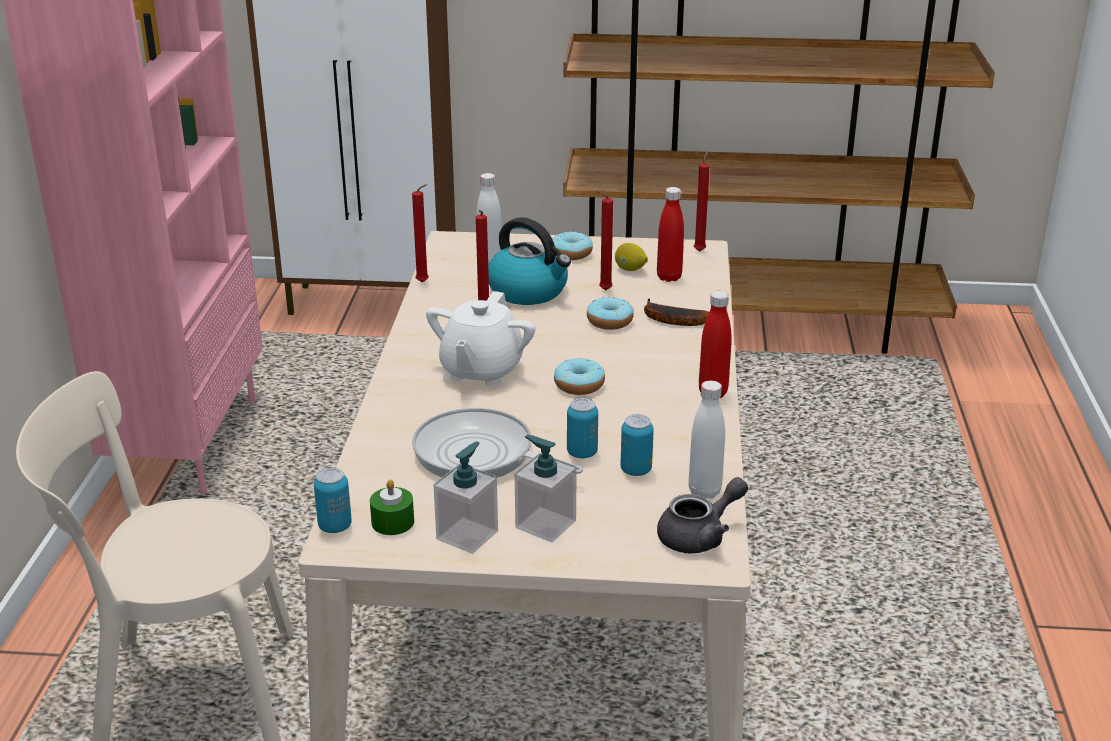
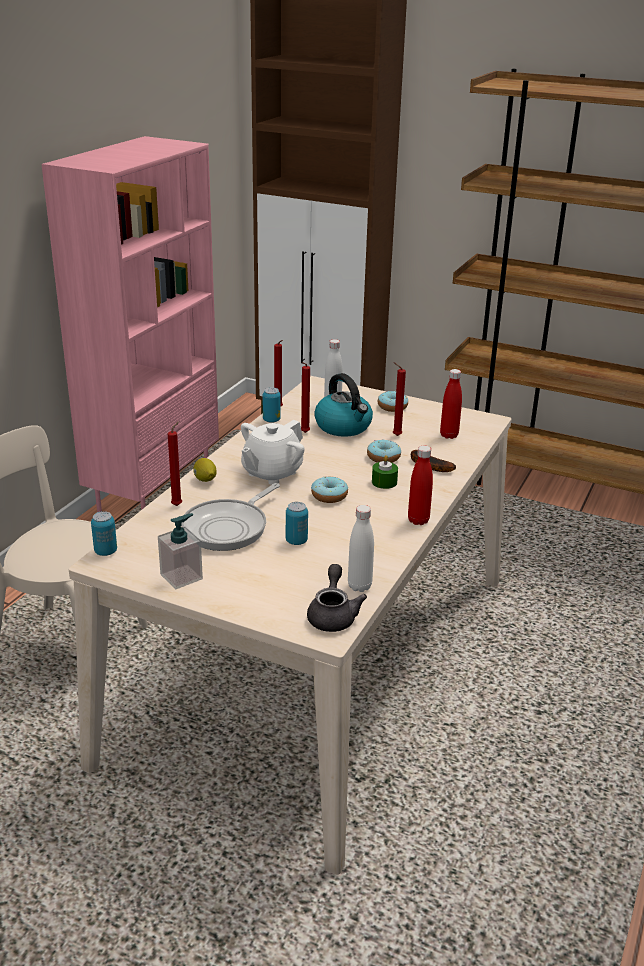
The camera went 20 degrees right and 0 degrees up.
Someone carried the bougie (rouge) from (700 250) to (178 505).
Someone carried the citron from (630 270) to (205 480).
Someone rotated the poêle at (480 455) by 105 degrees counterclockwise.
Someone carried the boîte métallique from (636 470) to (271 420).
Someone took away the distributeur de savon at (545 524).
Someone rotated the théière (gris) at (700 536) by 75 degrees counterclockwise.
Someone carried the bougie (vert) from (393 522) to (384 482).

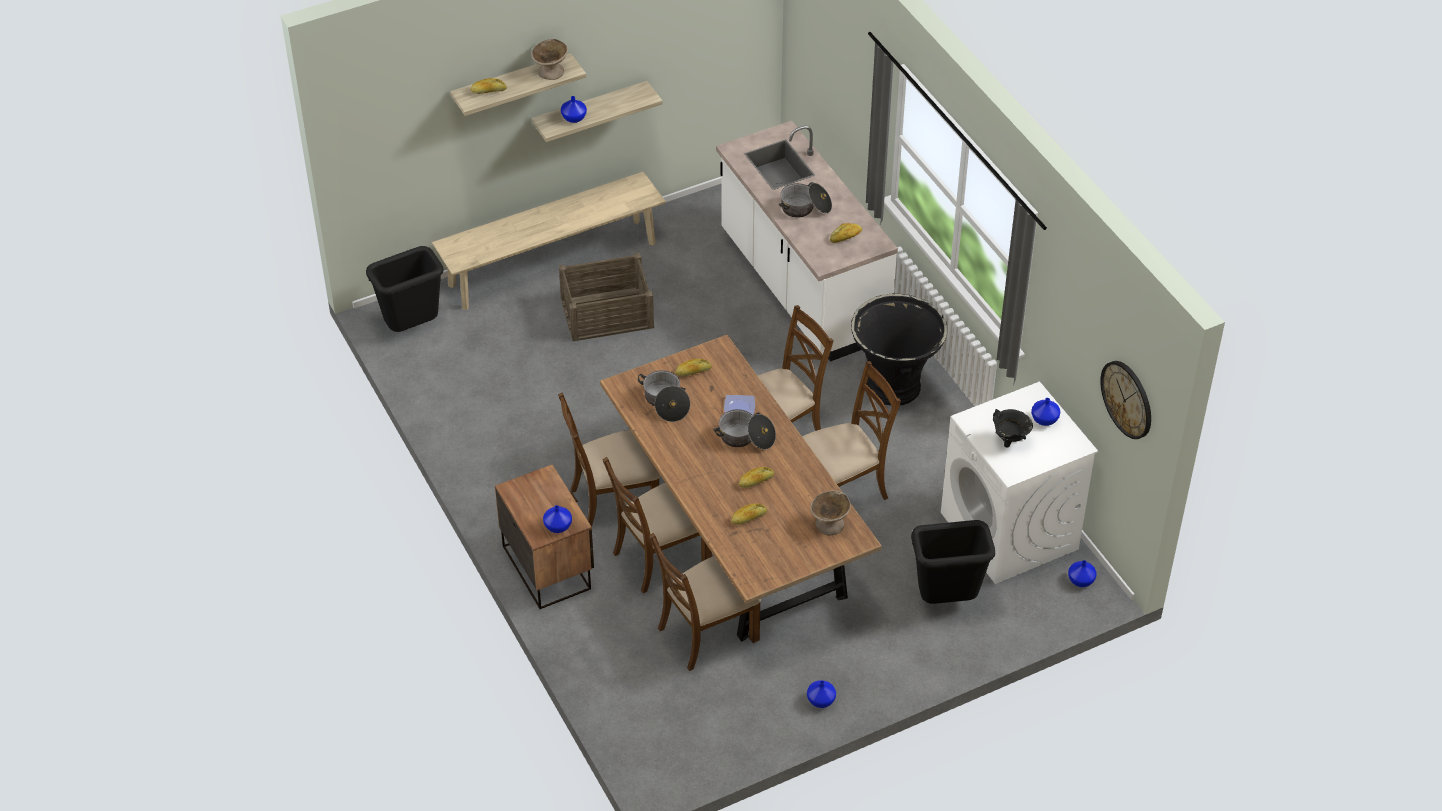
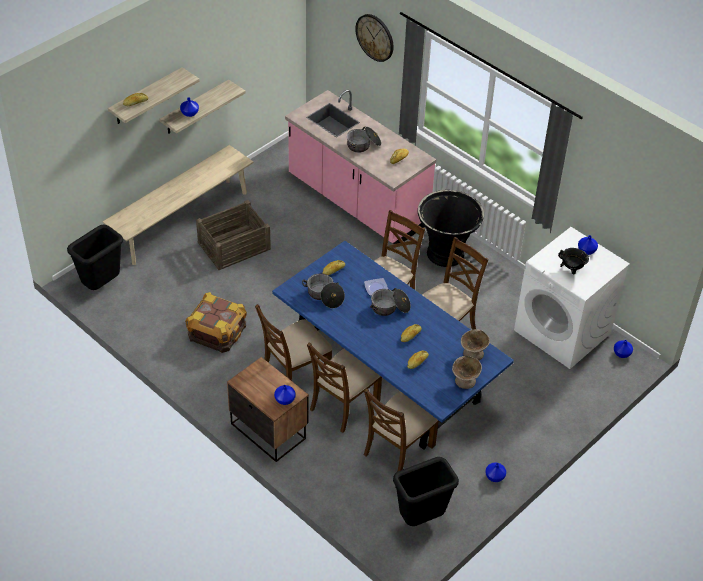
The camera went 20 degrees left and 0 degrees up.
Someone carried the bol (beige) from (551 72) to (465 381).
Someone repainted the comptoir de cuisine (blanc) at (801 287), which became the comptoir de cuisine (rose) at (356 202).
Someone repainted the table à manger (marron) at (735 533), which became the table à manger (bleu) at (386 376).
Someone carried the horloge murale from (1127 399) to (375 37).
Someone carried the poubelle (noir) from (946 600) to (421 519).
Someone put down the caisse at (217 332).

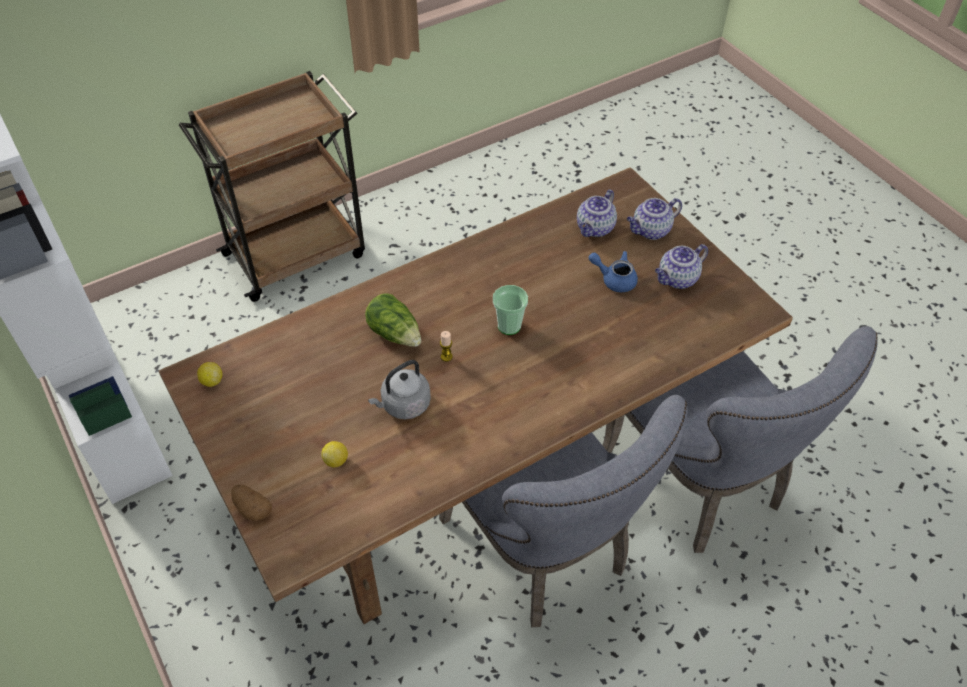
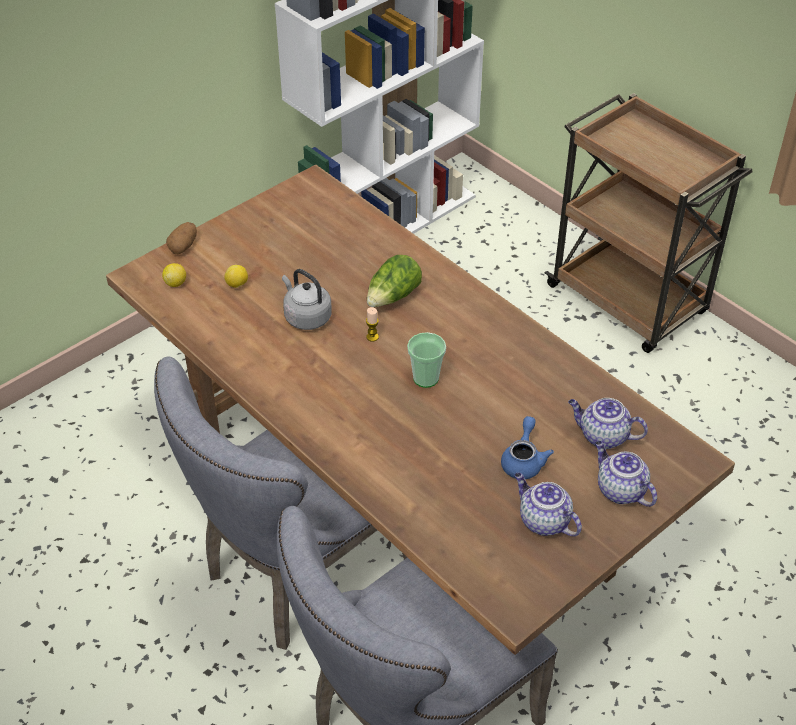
The camera went 80 degrees right and 5 degrees down.
Someone carried the citron from (212 381) to (176 283).

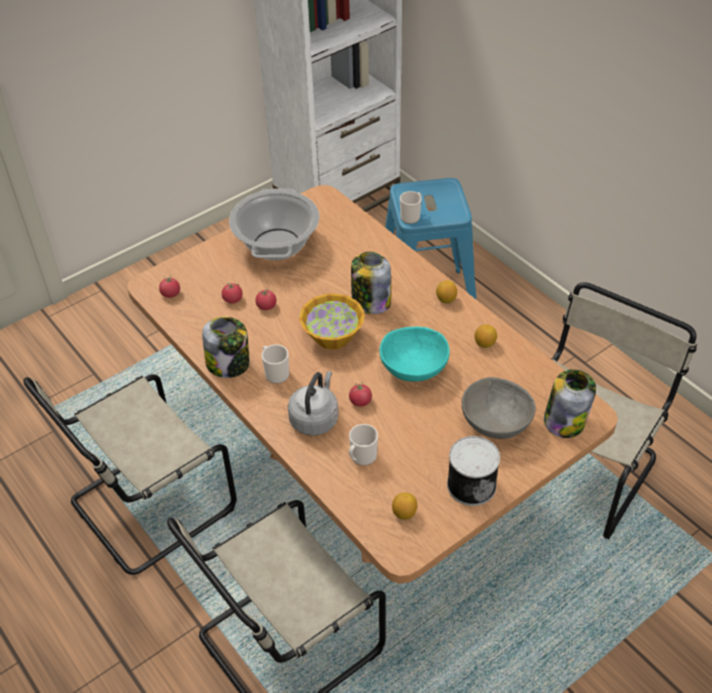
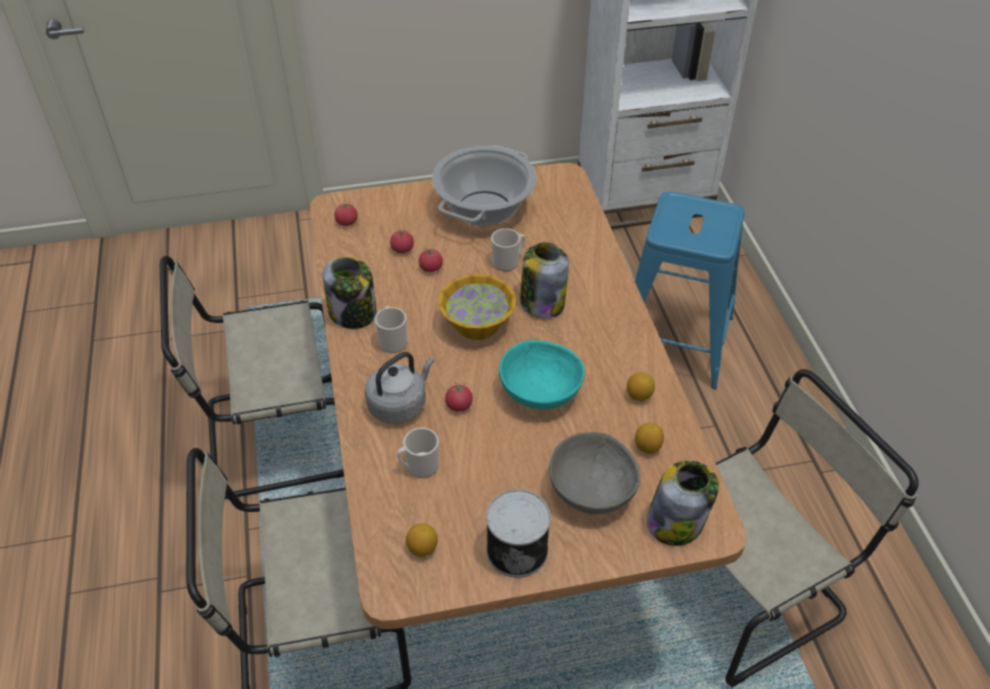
The camera went 25 degrees right and 0 degrees up.
Someone carried the mug from (411 216) to (508 262).
Someone carried the citron from (446 299) to (647 447).

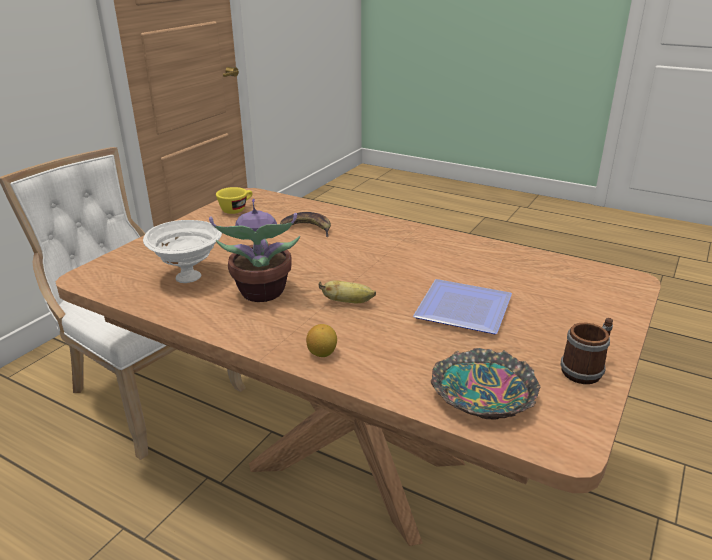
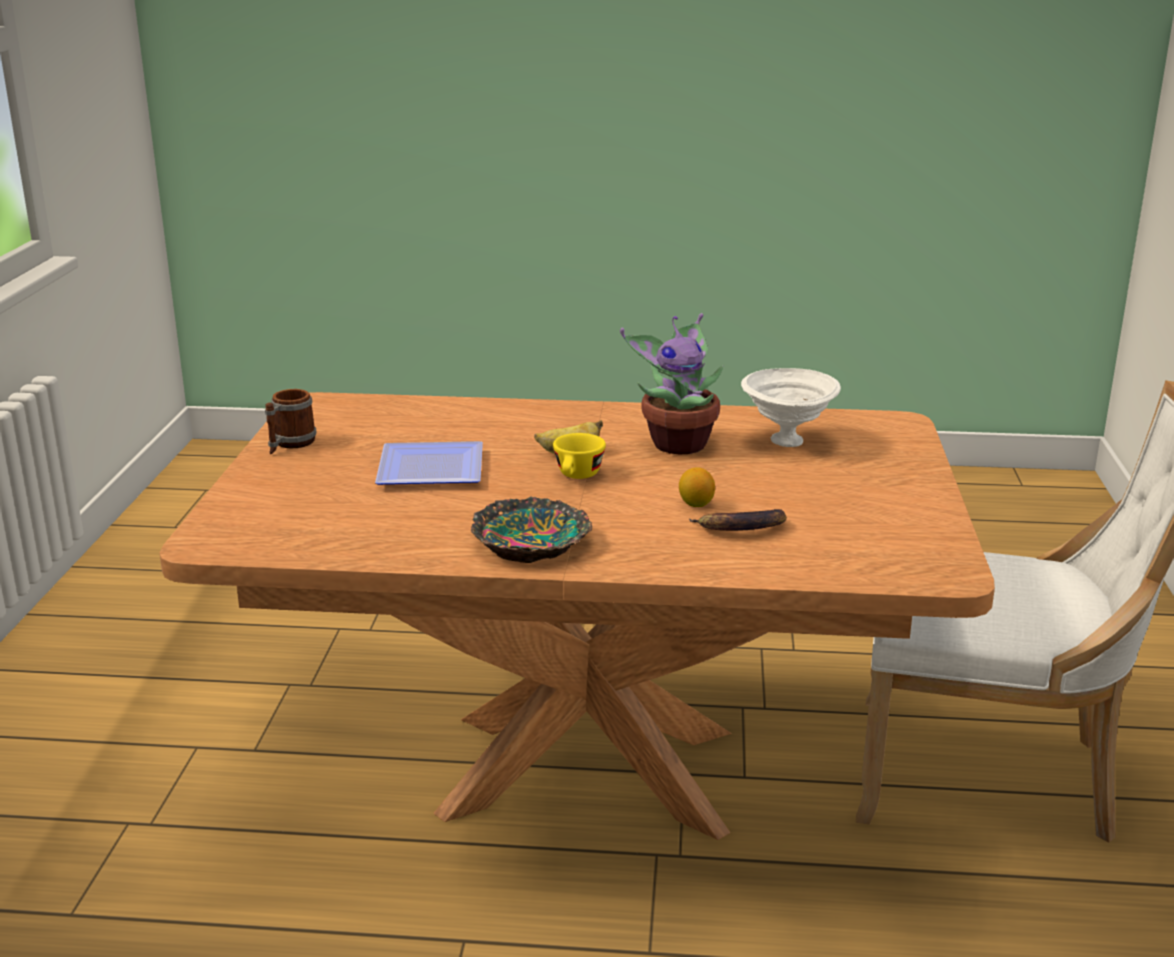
The camera went 155 degrees right and 5 degrees down.
Someone carried the tasse (jaune) from (236 209) to (577 476).
Someone carried the citron from (322 353) to (696 504).
Someone carried the bol from (482 394) to (532 543).

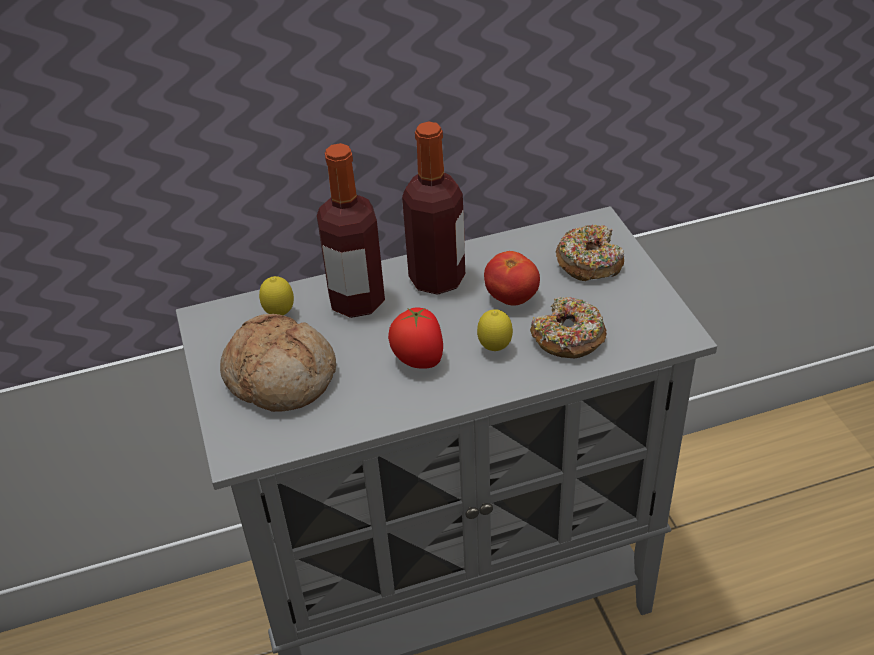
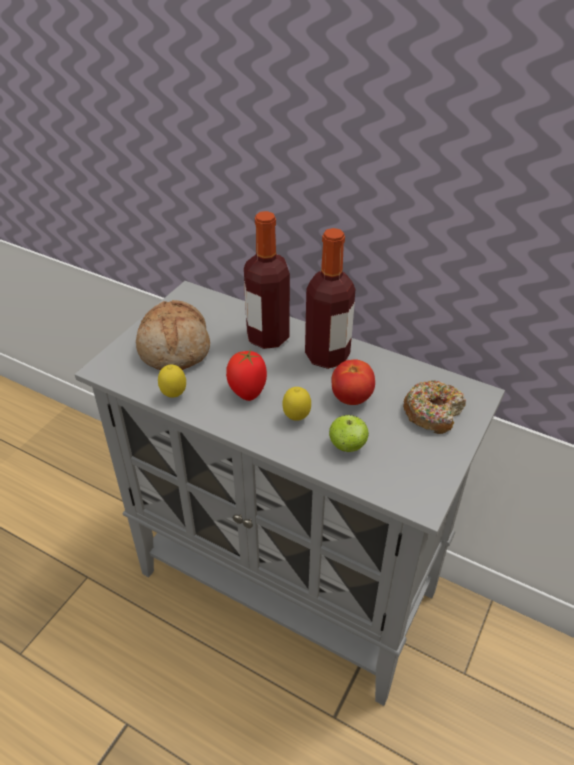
The camera went 45 degrees right and 0 degrees up.
Someone carried the citron from (280 314) to (174 395).
Someone swapped the beignet at (568 338) for the pomme at (347 446).

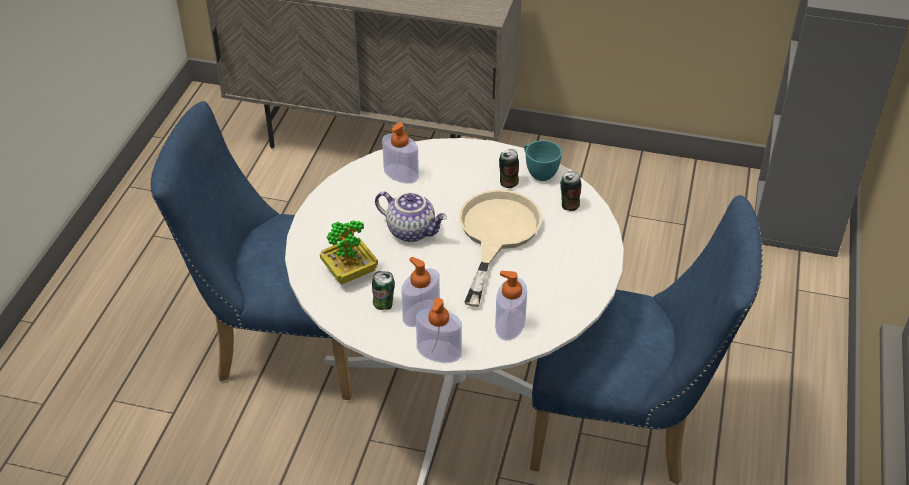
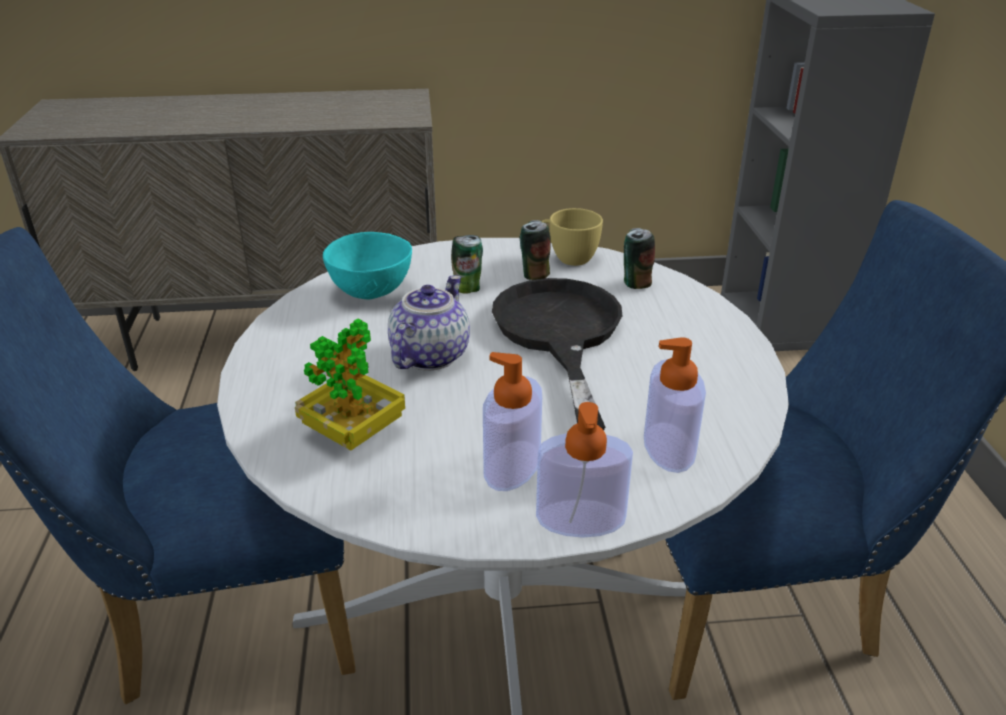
The camera went 20 degrees left and 10 degrees down.
Someone swapped the distributeur de savon at (401 174) for the bol (turquoise) at (372 292).
Someone repainted the tasse (turquoise) at (539 172), which became the tasse (jaune) at (568 257).
Someone repainted the poêle (beige) at (496 235), which became the poêle (noir) at (560 335).
Someone rotated the théière at (412 230) by 75 degrees counterclockwise.
Someone carried the boîte métallique from (384 305) to (467 289).

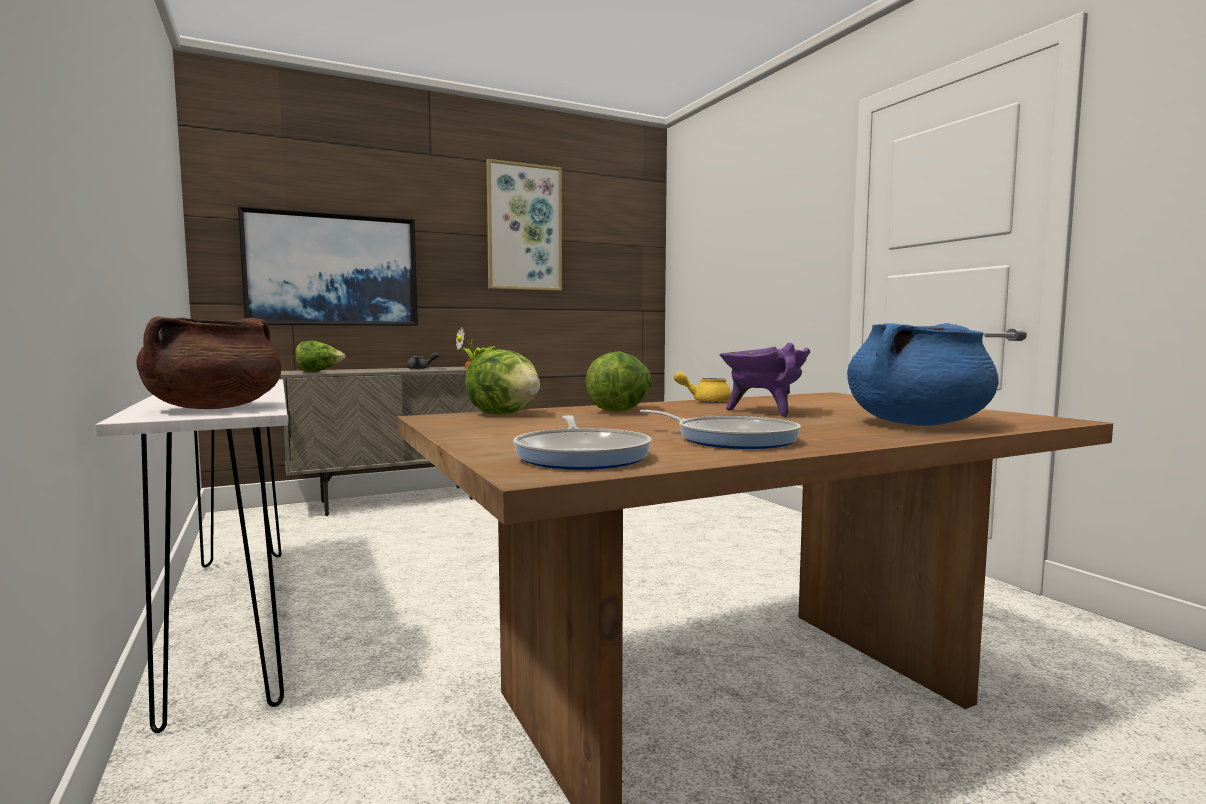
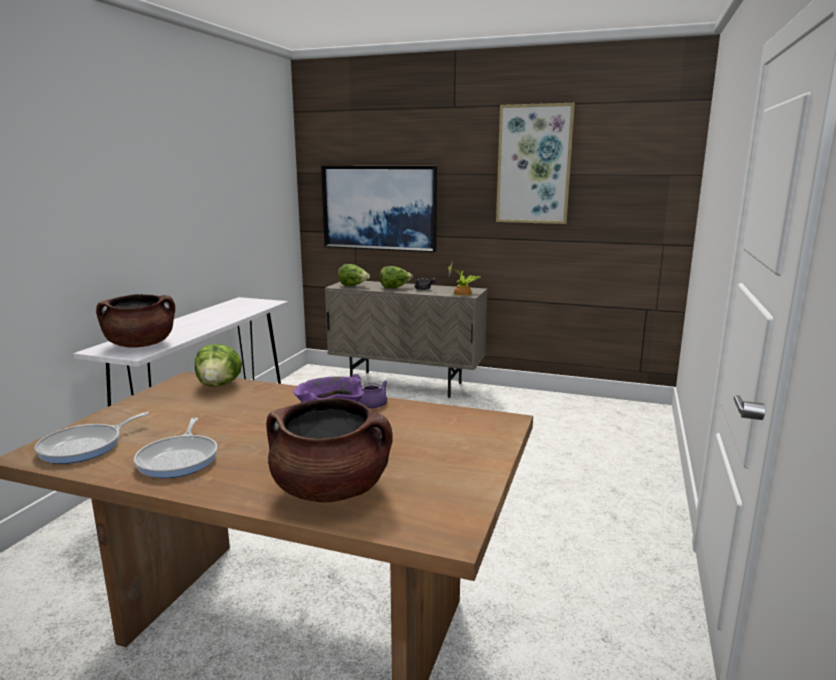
The camera went 45 degrees right and 10 degrees up.
Someone repainted the marmite (bleu) at (917 424), which became the marmite (marron) at (331 490).
Someone carried the laitue from (621 410) to (395 288).
Someone repainted the théière (jaune) at (706 401), which became the théière (violet) at (369 402).

